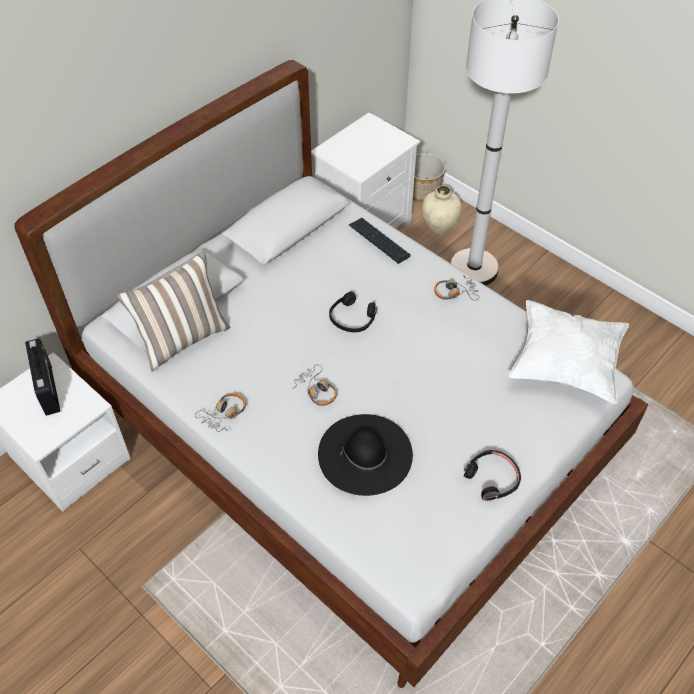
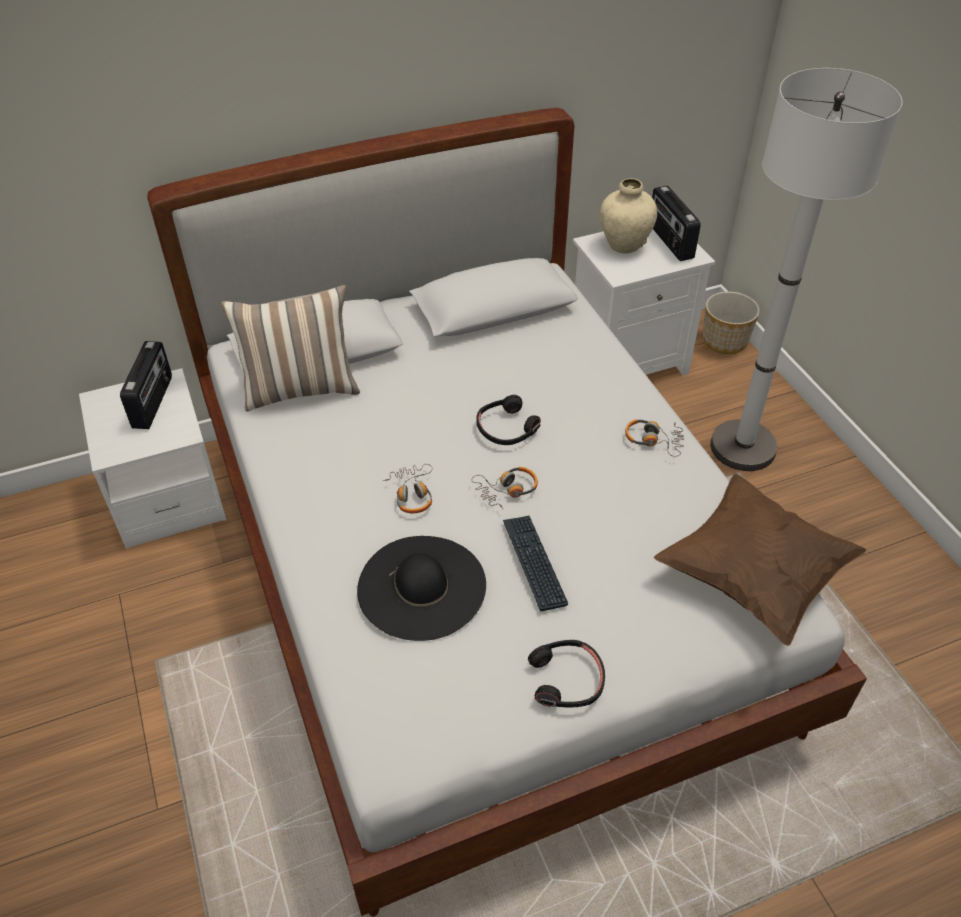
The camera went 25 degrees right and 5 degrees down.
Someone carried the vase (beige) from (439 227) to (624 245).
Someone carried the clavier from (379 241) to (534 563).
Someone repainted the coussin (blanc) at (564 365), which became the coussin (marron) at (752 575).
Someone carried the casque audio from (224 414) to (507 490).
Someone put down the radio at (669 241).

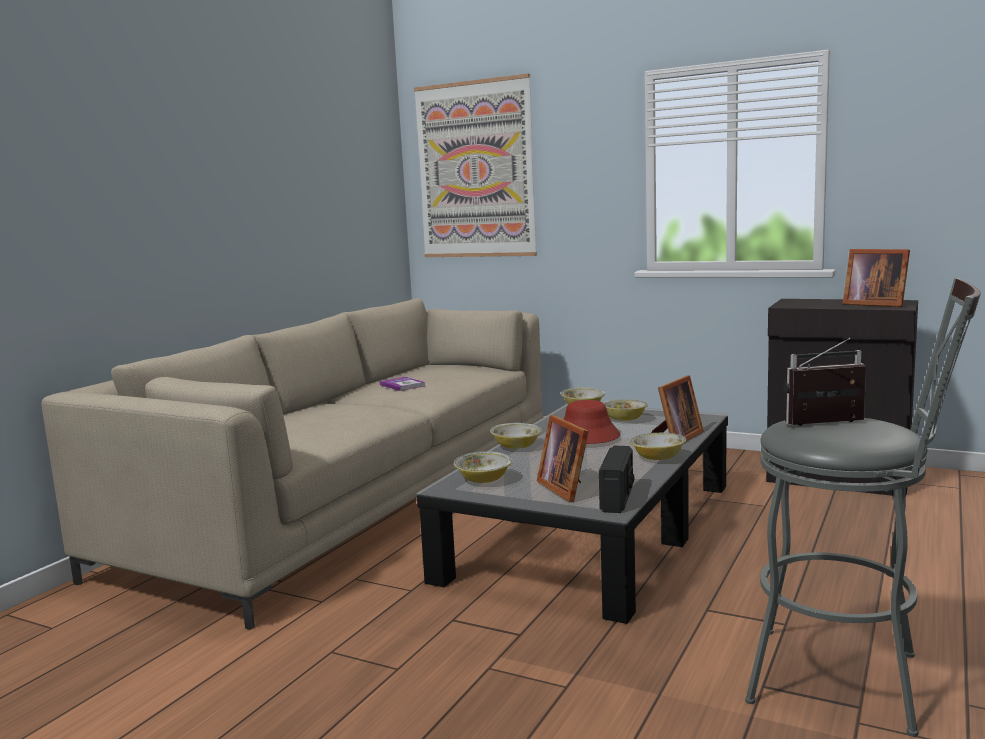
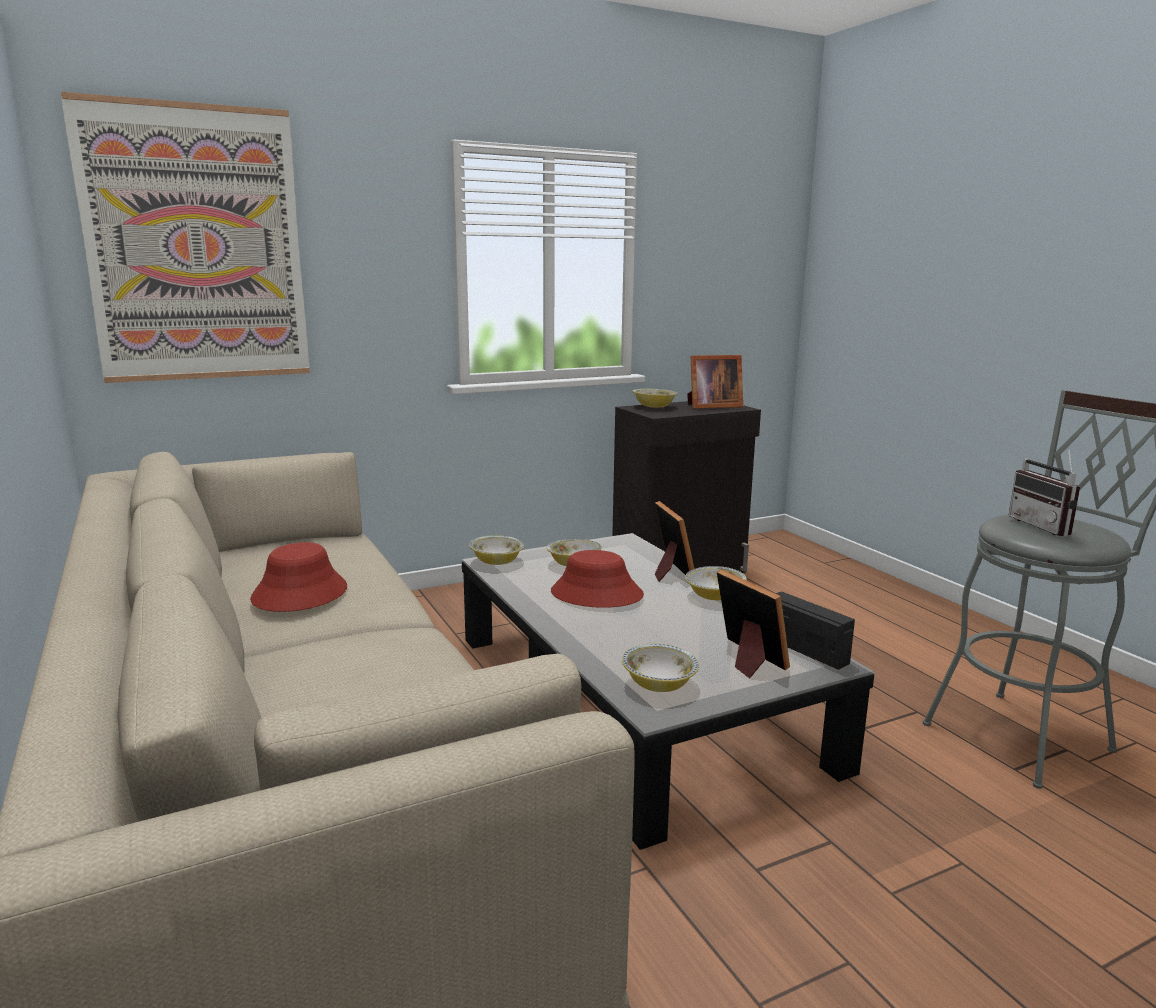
The camera went 55 degrees left and 5 degrees up.
Someone rotated the radio at (827 425) by 45 degrees counterclockwise.
Someone swapped the livre at (402 385) for the chapeau (rouge) at (299 594).
Someone rotated the cadre photo at (566 488) by 135 degrees counterclockwise.
Someone carried the bol from (516 446) to (654 407).

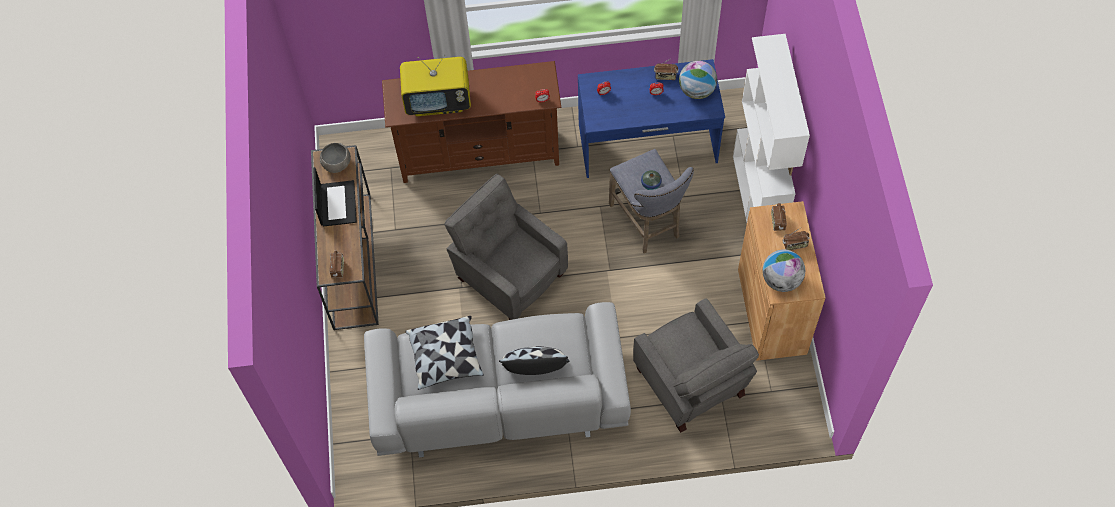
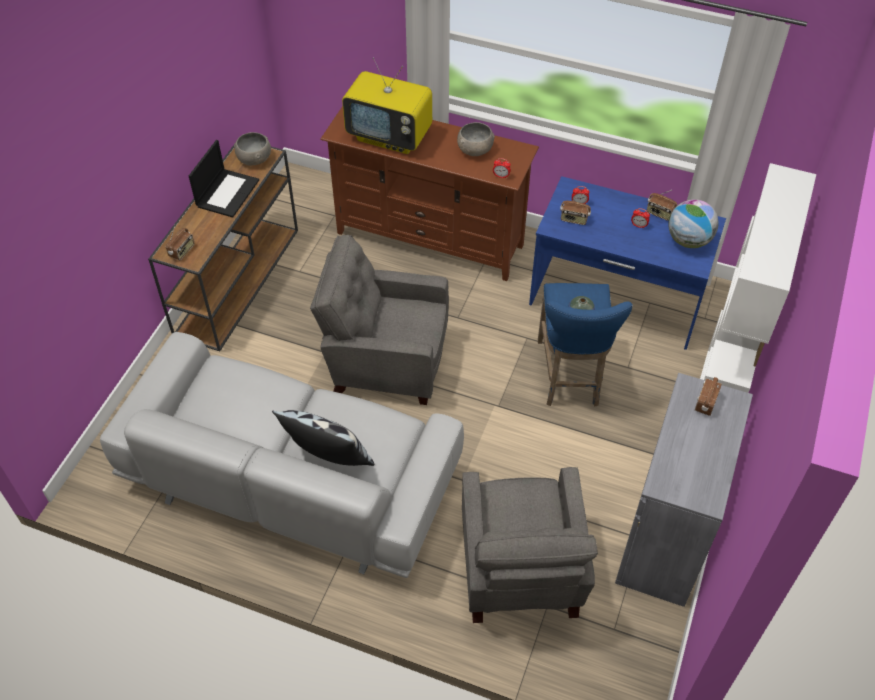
The camera went 25 degrees right and 10 degrees down.
Someone repainted the tabouret (gris) at (647 223), which became the tabouret (bleu) at (570 376).
Someone rotated the fauteuil (gris) at (509 274) by 60 degrees counterclockwise.
Someone repainted the meuble de rangement (marron) at (772 311), which became the meuble de rangement (gris) at (665 535).
Someone carried the radio from (795 245) to (574 219).
Someone took away the globe at (781 280).
Someone took away the coussin at (446 358).
Someone put down the bol (gris) at (475 150).

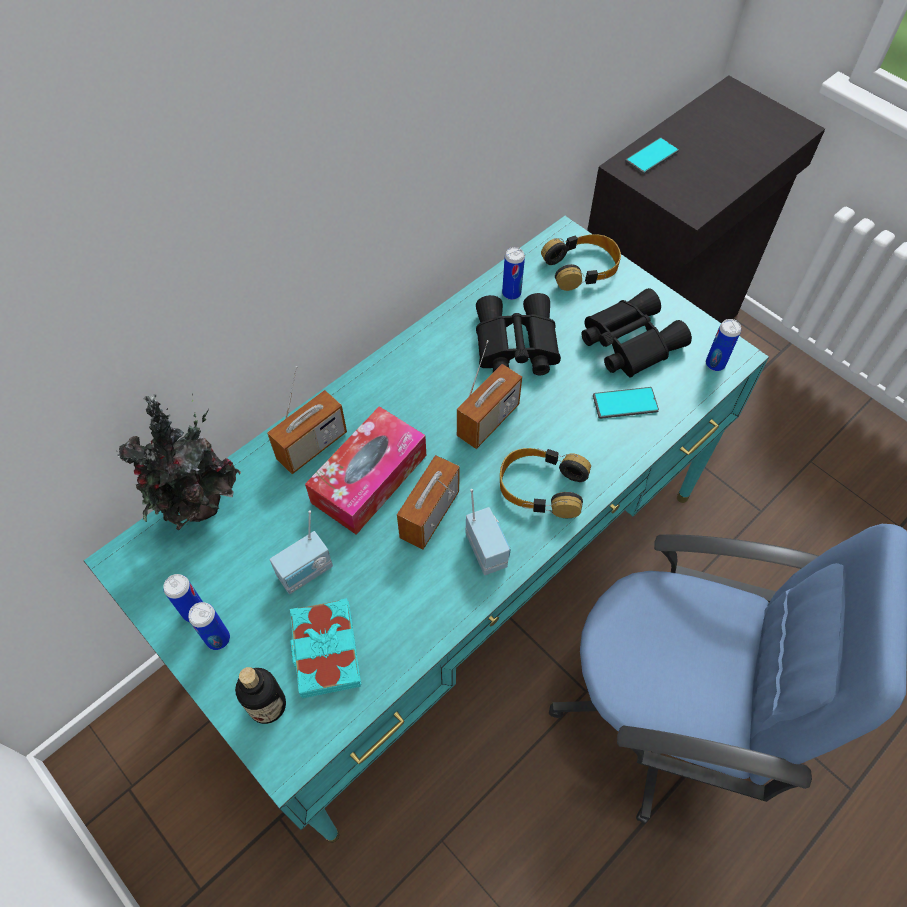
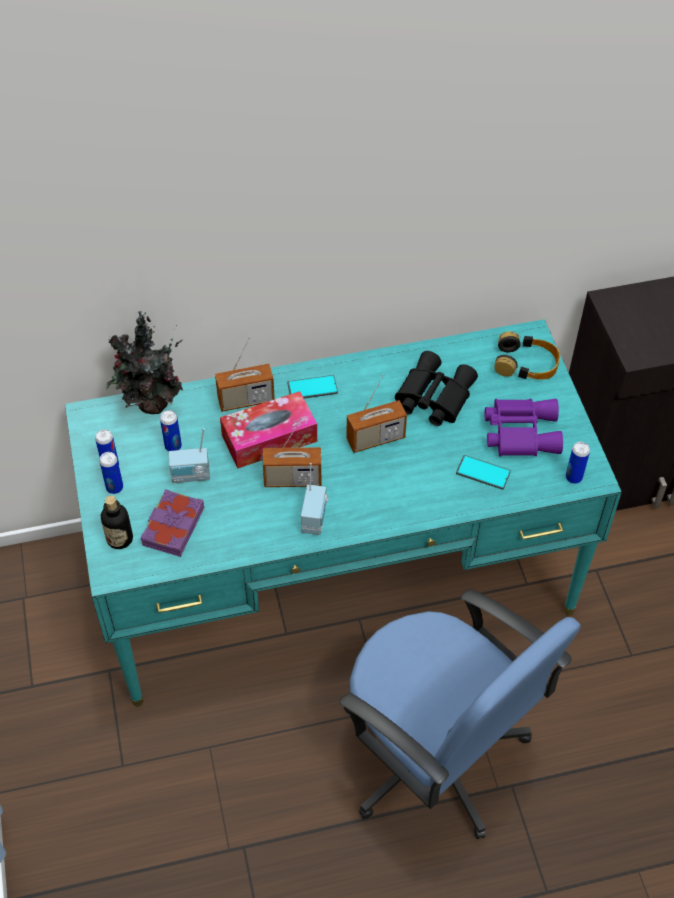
The camera went 30 degrees right and 5 degrees down.
Someone carried the téléphone from (652 156) to (312 388).
Someone carried the boîte métallique from (511 293) to (173 446).
Someone repainted the jumelles (noir) at (628 341), which became the jumelles (violet) at (520 431).
Someone took away the casque audio at (541 487).
Someone rotated the radio at (429 515) by 150 degrees counterclockwise.
Someone repainted the livre (turquoise) at (325 651), which became the livre (violet) at (172 526).

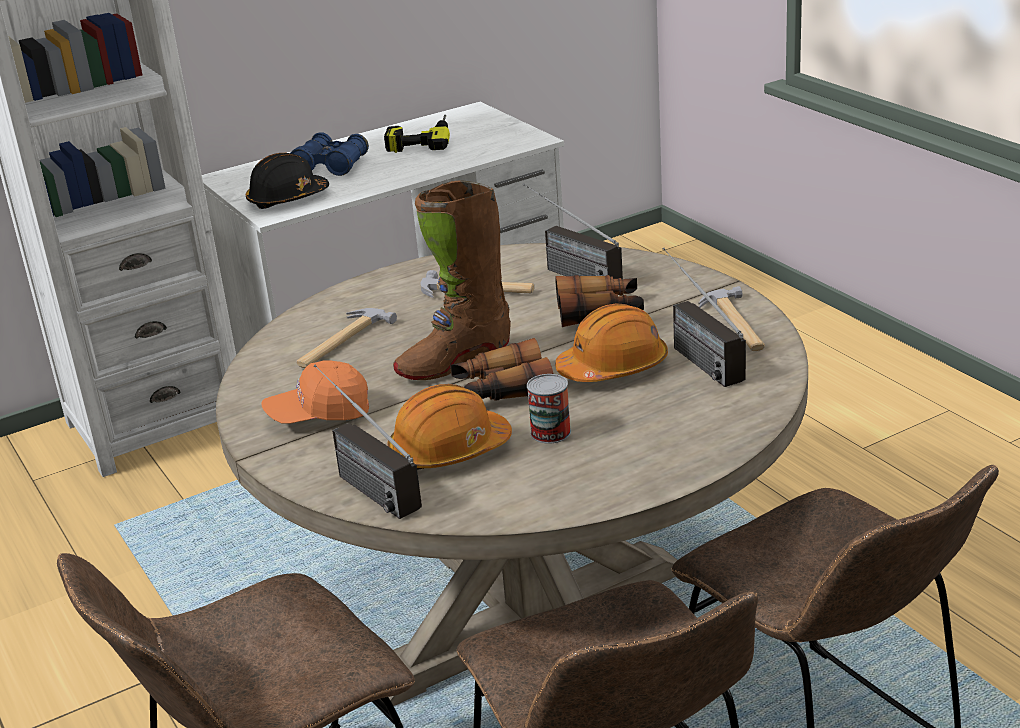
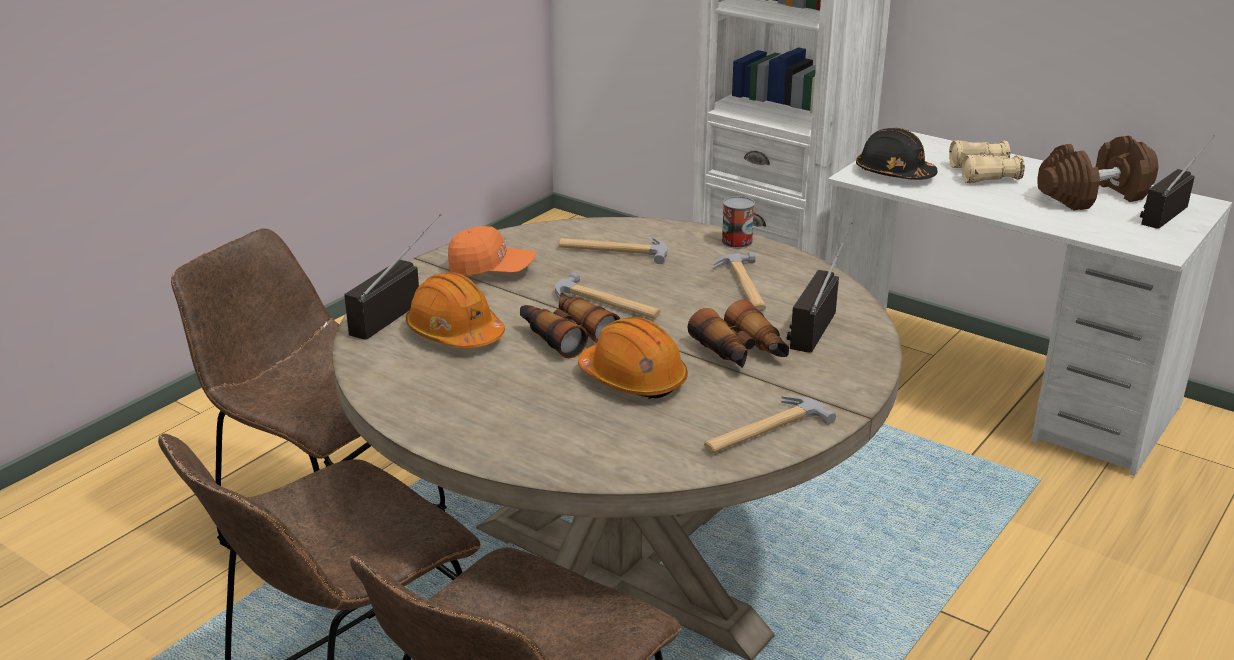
The camera went 65 degrees right and 0 degrees up.
Someone swapped the perceuse at (420 139) for the haltère (marron) at (1093 196).
Someone repainted the jumelles (bleu) at (331 166), which became the jumelles (beige) at (983 173).
Someone swapped the botte (marron) at (454 361) for the marteau at (606 303).
Someone carried the radio from (692 354) to (1170 209).
Someone rotated the casquette (orange) at (319 414) by 135 degrees clockwise.
Someone carried the boîte métallique from (550 432) to (737 242).

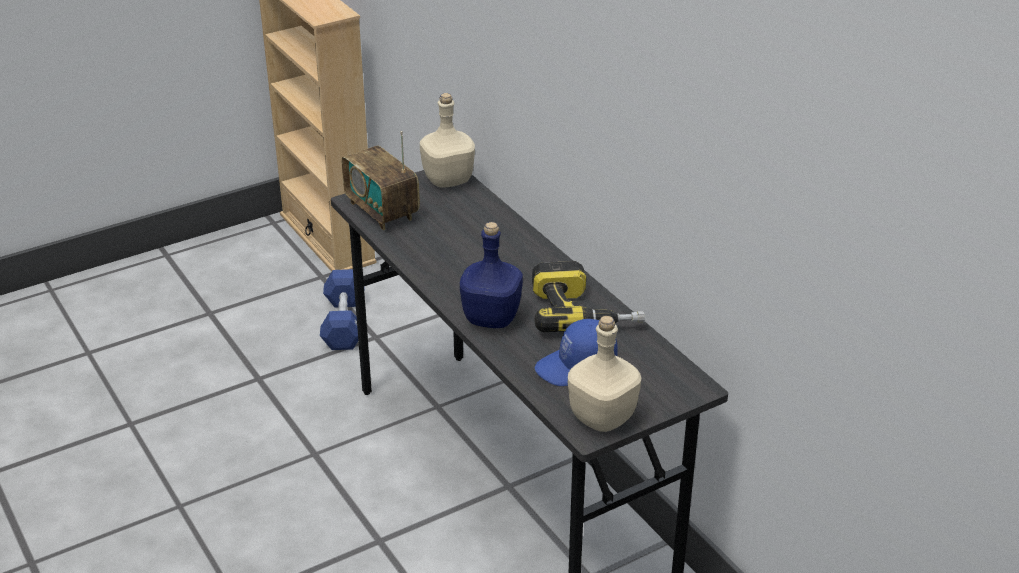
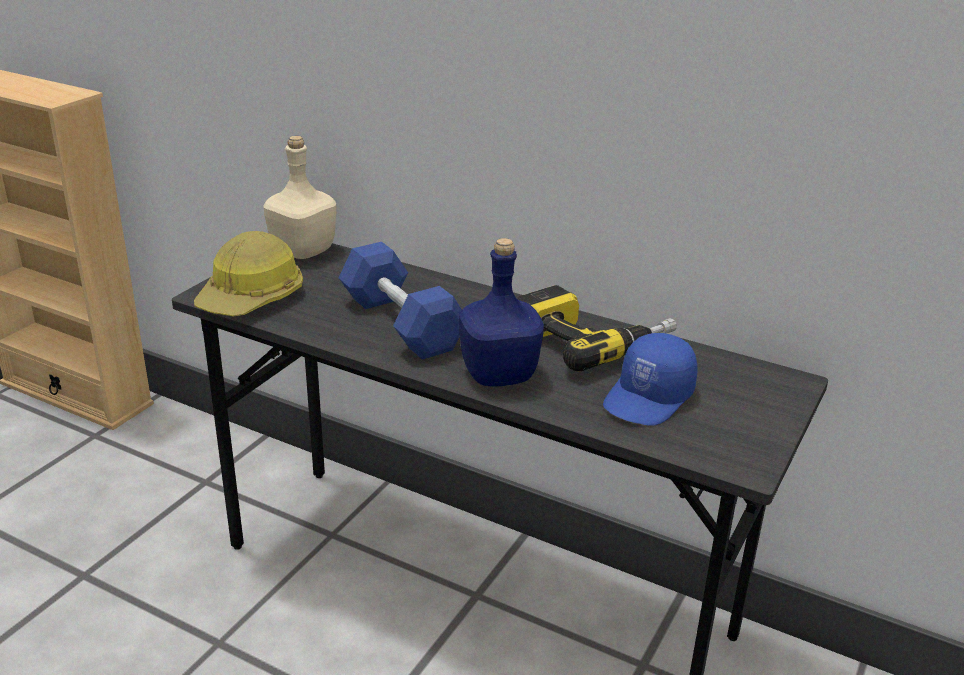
The camera went 30 degrees left and 5 degrees down.
Someone swapped the radio at (382 211) for the casque de chantier at (252 297).
Someone carried the haltère (bleu) from (344 323) to (401 323).
Someone took away the bouteille (beige) at (603 416).

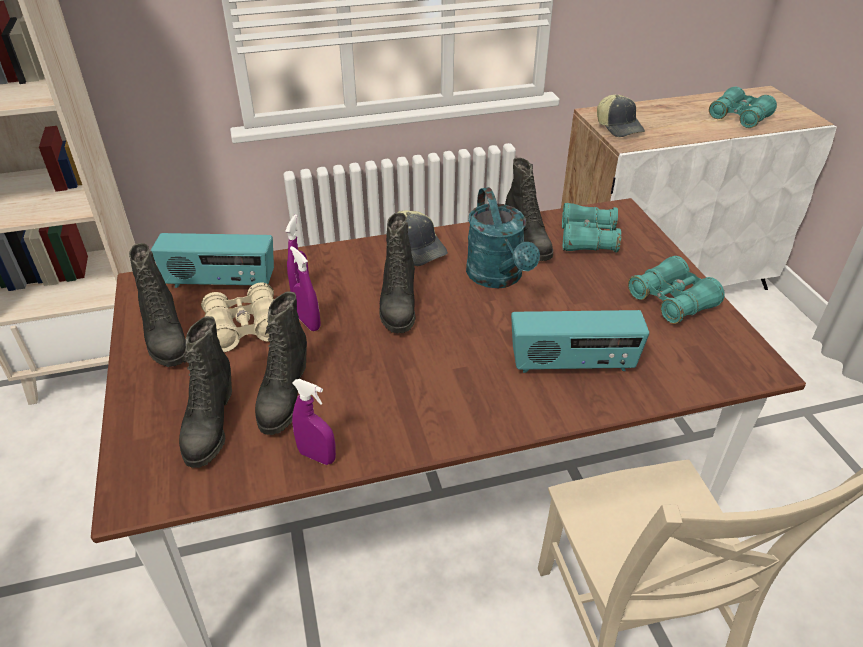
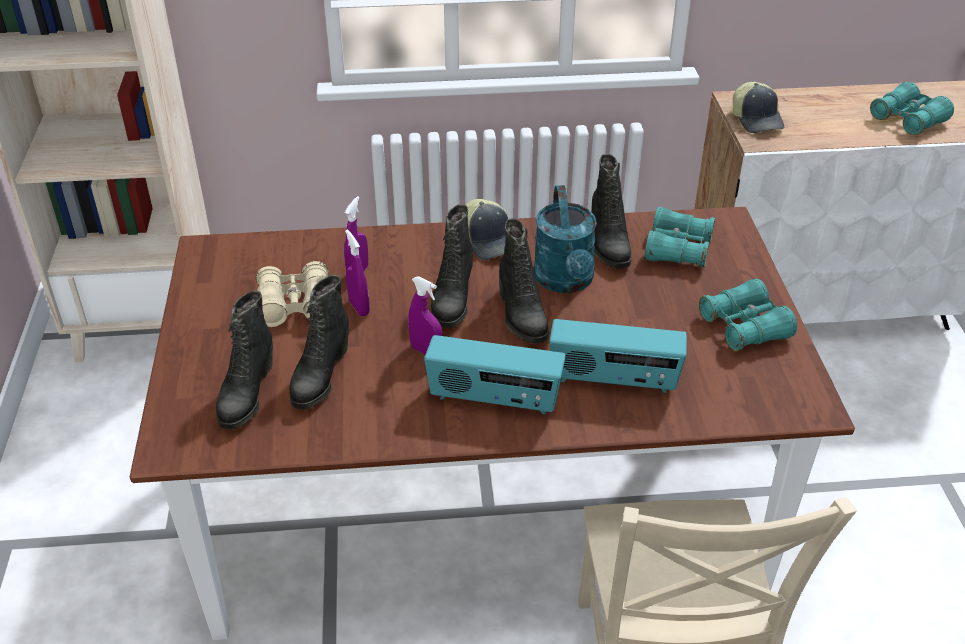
The camera went 10 degrees right and 0 degrees up.
Someone carried the radio from (221 283) to (494 399).
Someone carried the botte (noir) from (165 340) to (521 316).
Someone carried the vaporisateur (violet) from (317 456) to (426 351).

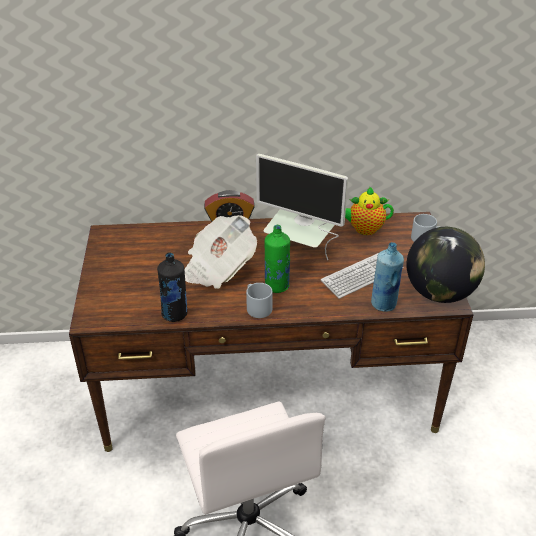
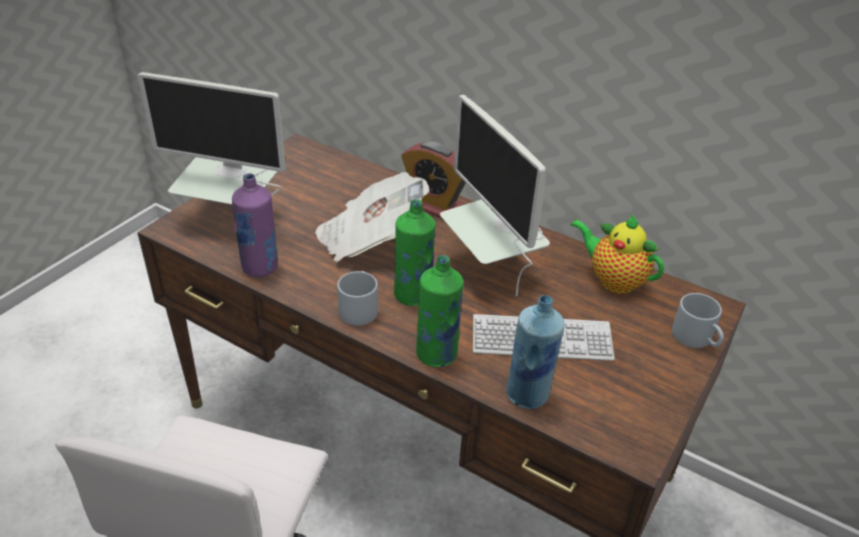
The camera went 35 degrees right and 0 degrees up.
Someone took away the globe at (439 293).
Someone repainted the bouteille (noir) at (175 314), which became the bouteille (violet) at (260 267).
Someone put down the écran d'ordinateur at (232 218).
Someone put down the bouteille (vert) at (437 354).

